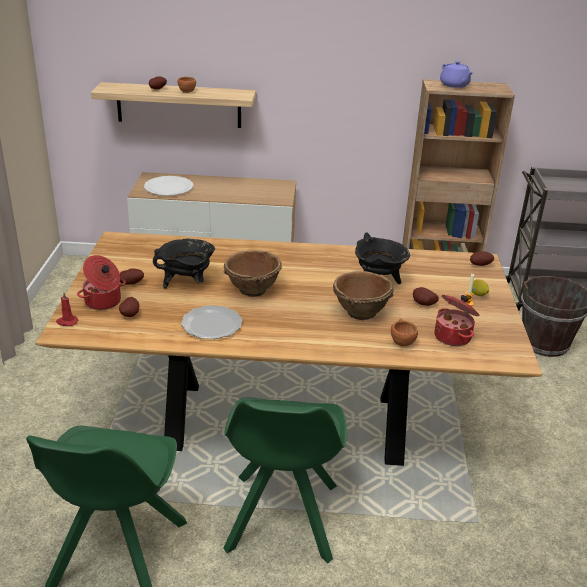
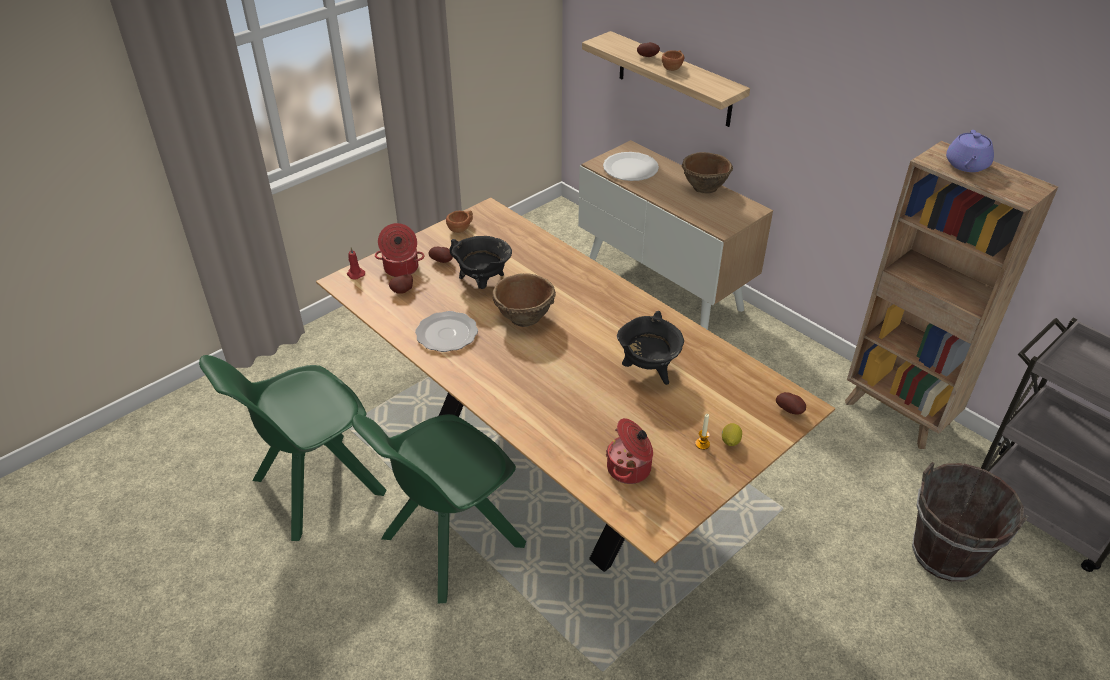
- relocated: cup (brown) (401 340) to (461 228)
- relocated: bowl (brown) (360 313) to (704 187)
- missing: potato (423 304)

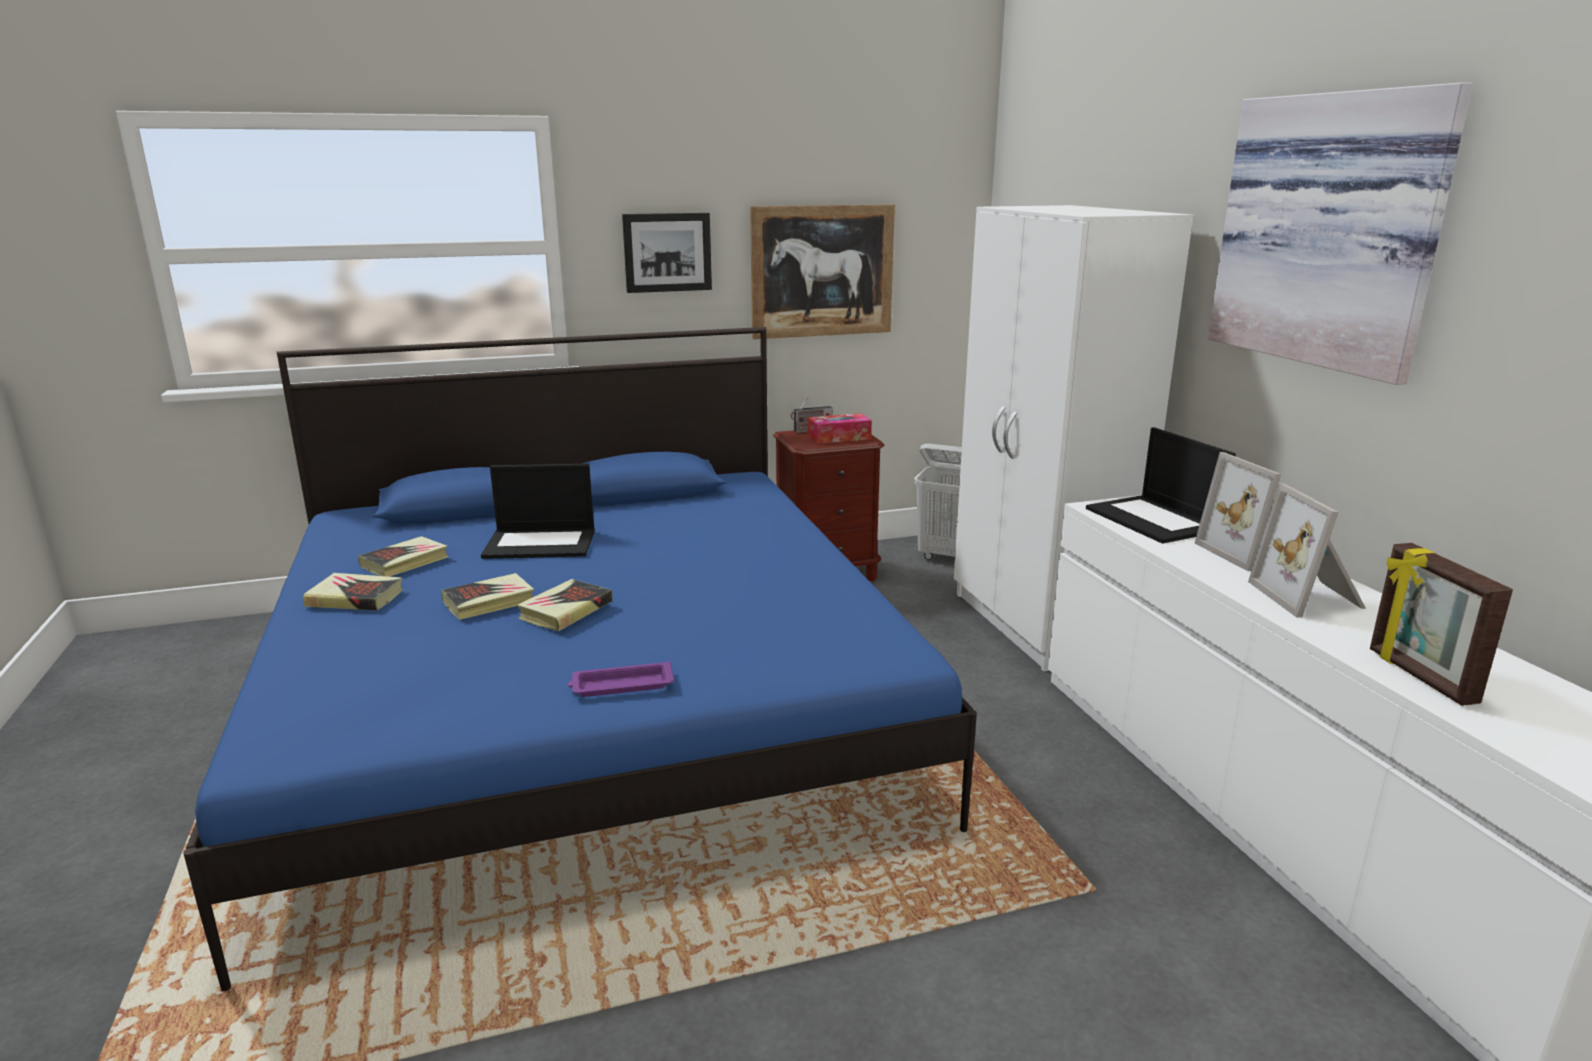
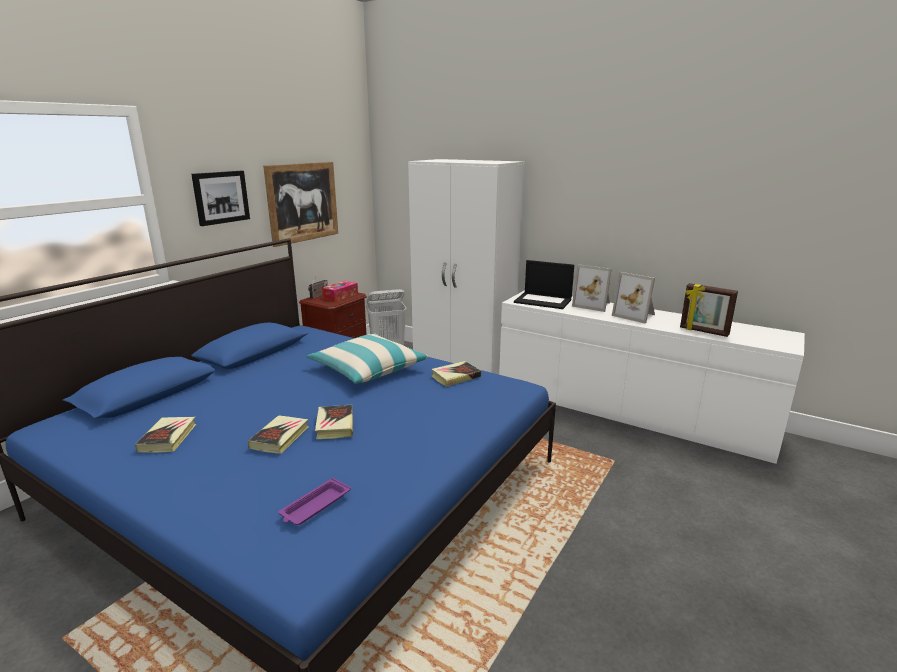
- relocated: tray (purple) (621 686) to (315 506)
- appeared: pillow (368 369)
- relocated: book (355 598) to (455 377)
- missing: laptop (541 543)
- missing: picture (1331 231)

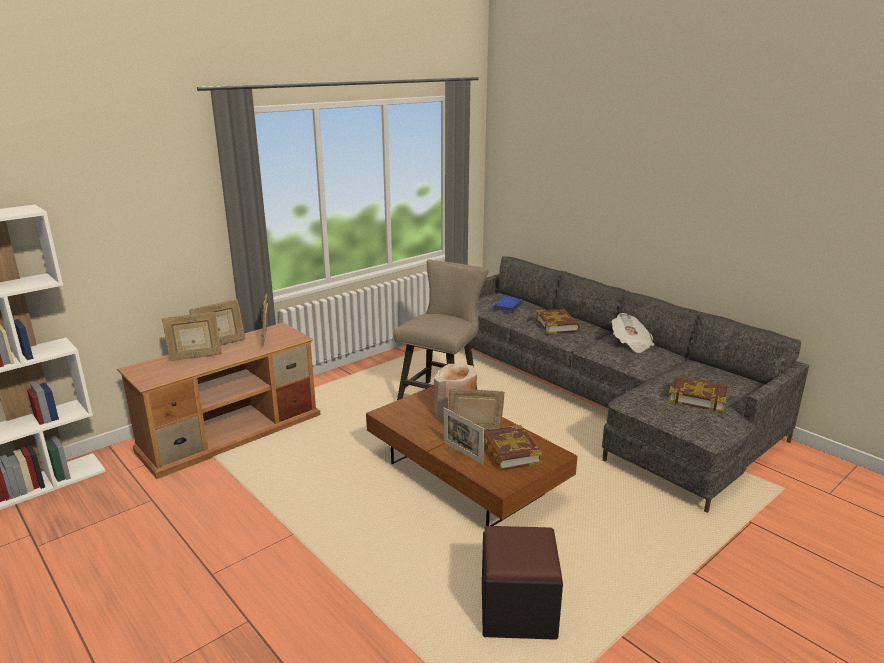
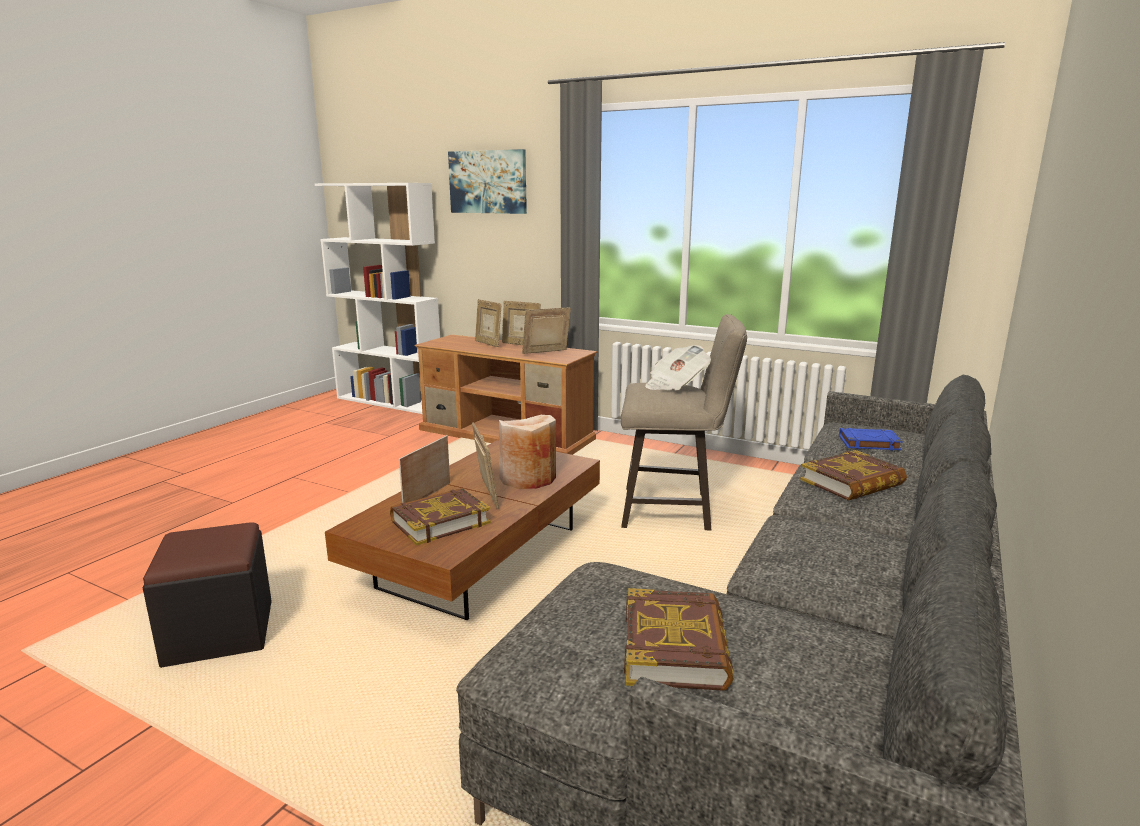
- appeared: picture (488 182)
- relocated: newspaper (631 344) to (675 385)

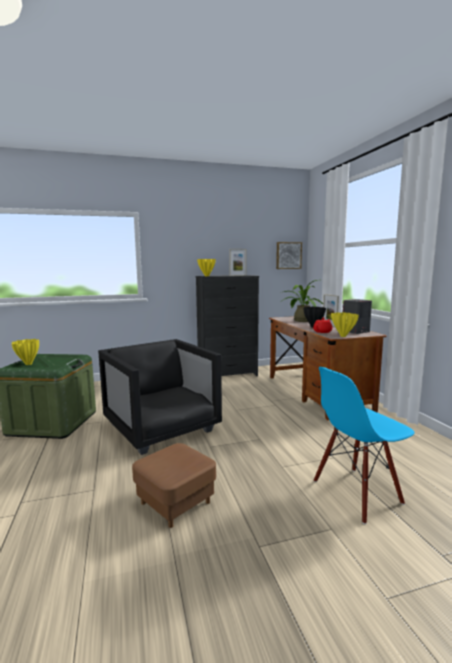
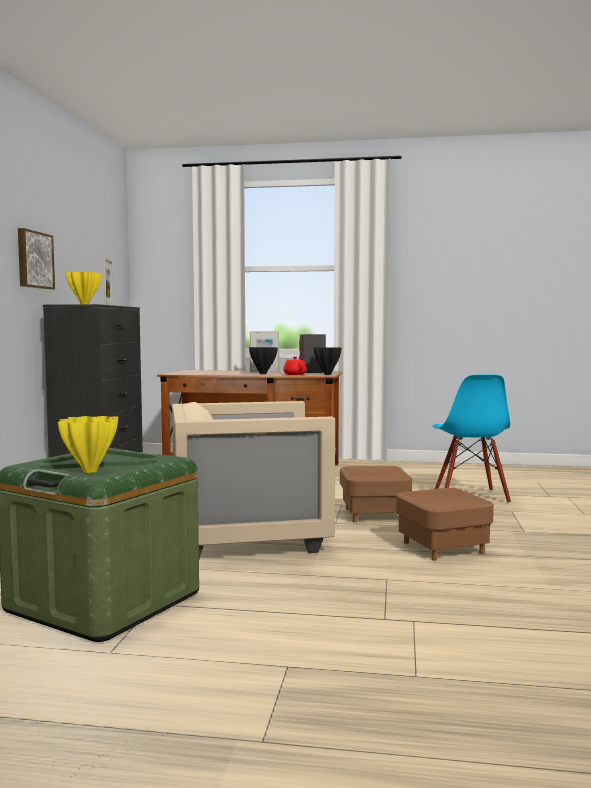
- relocated: picture (288 255) to (34 260)
- colour: armchair (black) (162 428) to armchair (beige) (249 536)
- colour: vase (yellow) (342 336) to vase (black) (327 374)
- appeared: ottoman (brown) (374 515)
- missing: potted plant (300 320)

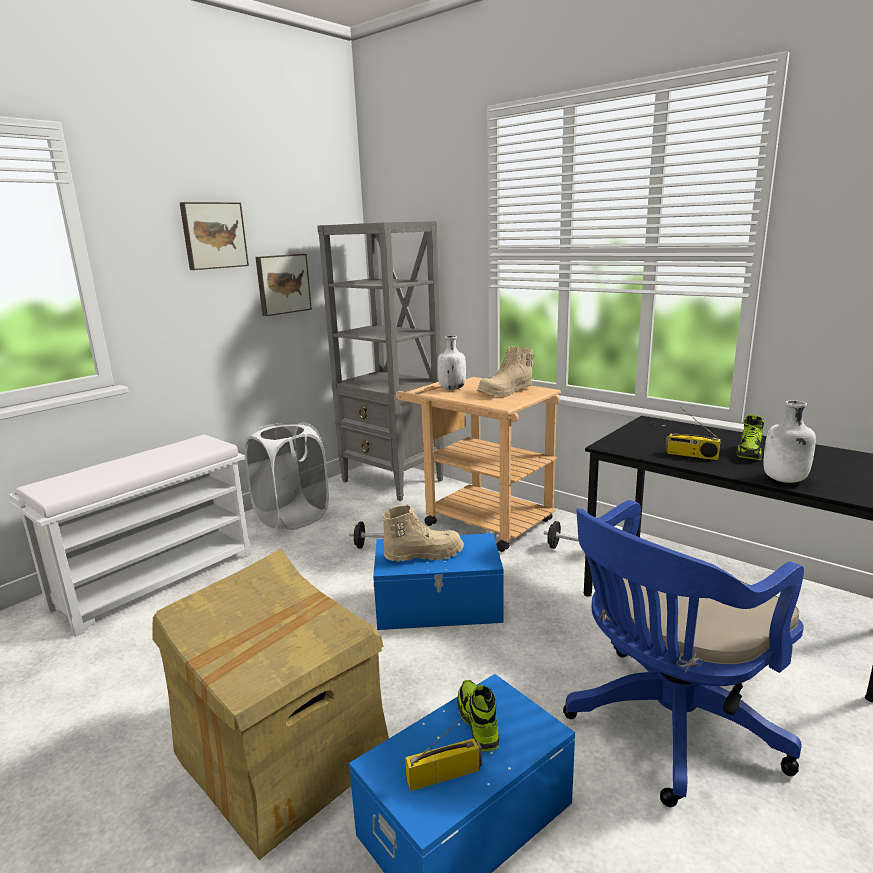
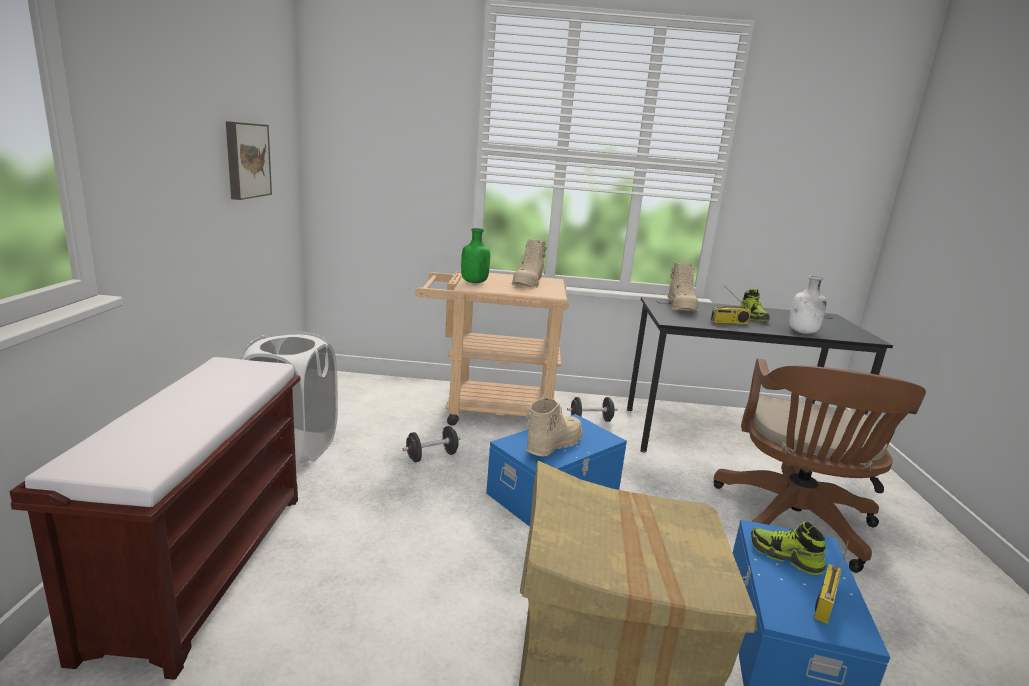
- colour: bench (white) (157 579) to bench (brown) (203 565)
- colour: bottle (white) (451 388) to bottle (green) (473 282)
- appeared: boot (beige) (681 306)
- colour: office chair (blue) (666 726) to office chair (brown) (794 524)
- missing: picture (213 235)
- missing: bookcase (grey) (393 481)

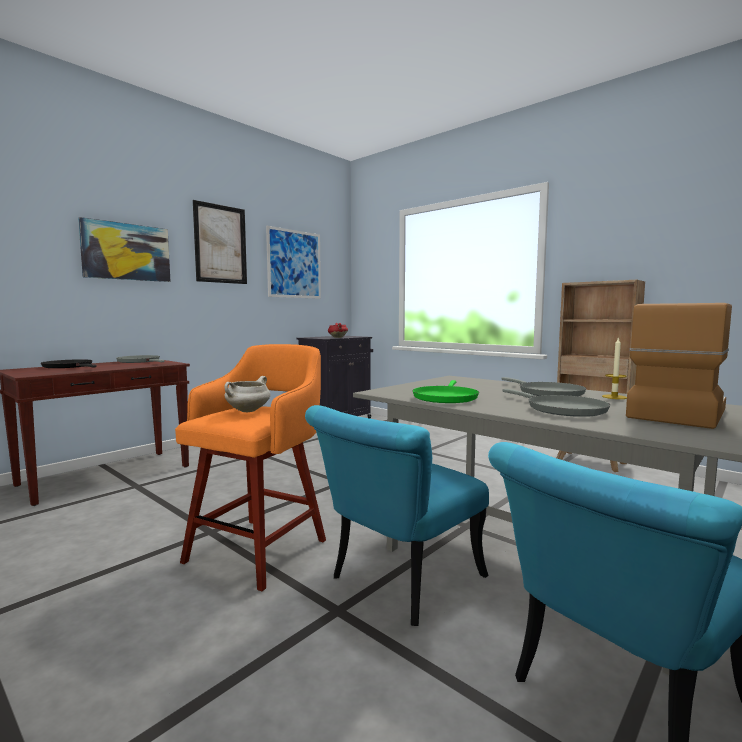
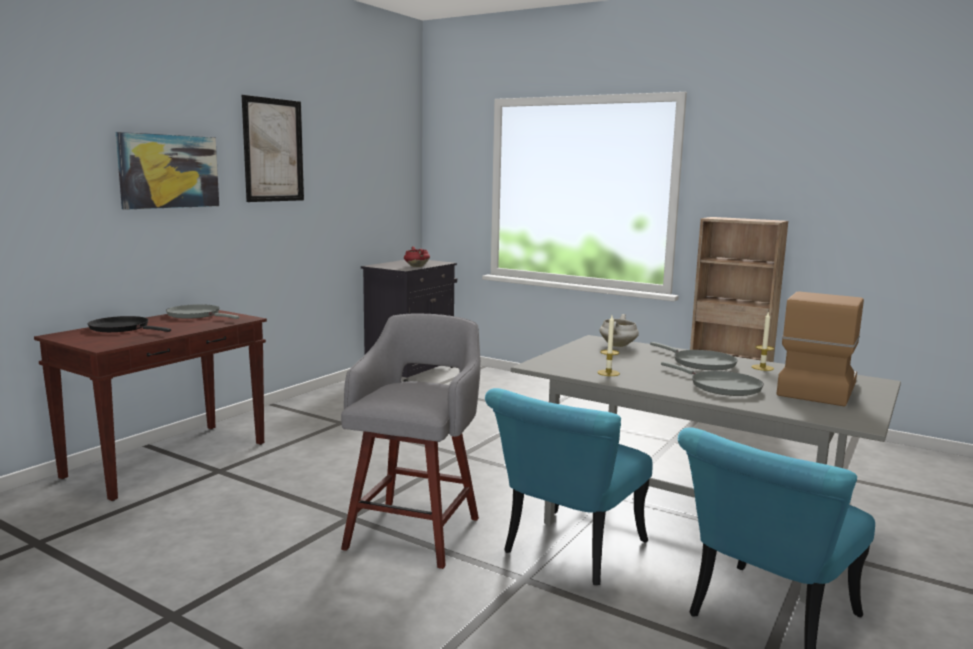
- colour: stool (orange) (260 549) to stool (grey) (415 531)
- exchanged: frying pan (green) (445 397) to candle (608 373)
- relocated: cooking pot (white) (248 411) to (618 345)
- missing: picture (294 264)

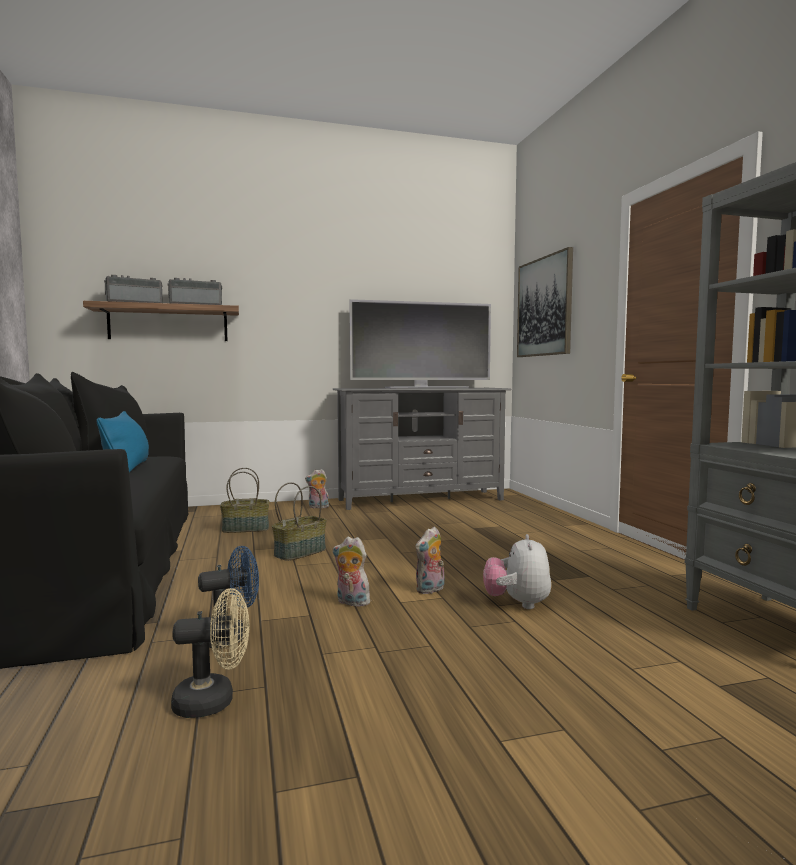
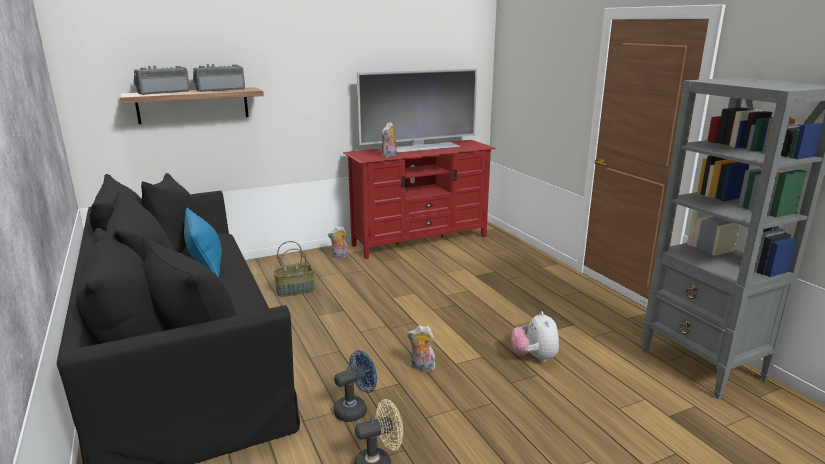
- colour: tv stand (grey) (421 499) to tv stand (red) (420 240)
- relocated: plush toy (430 590) to (389 156)
- missing: basket (300 552)
- missing: picture (544 307)

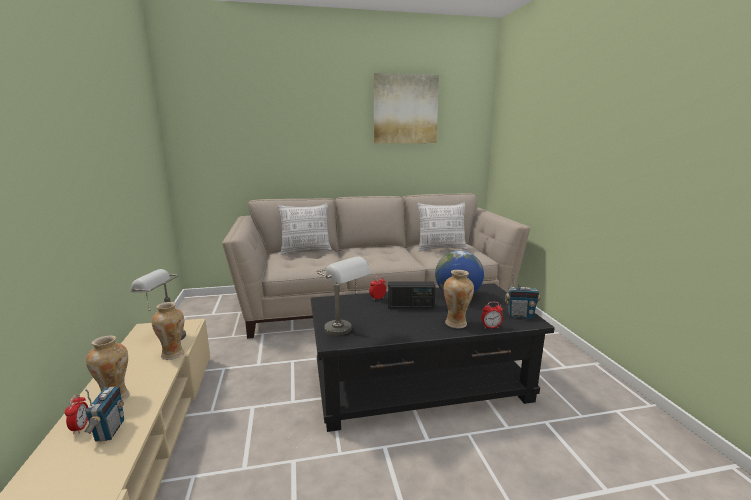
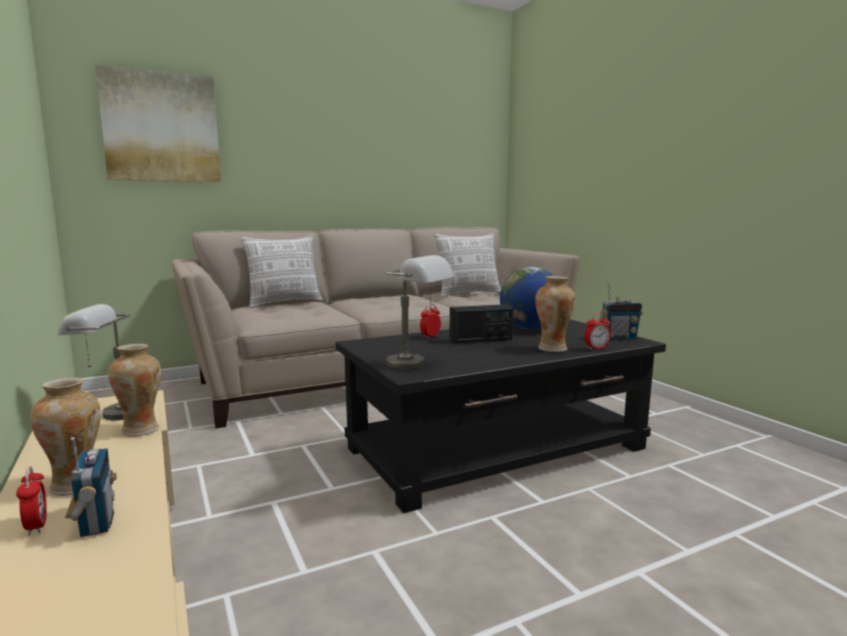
- relocated: picture (405 109) to (161 127)

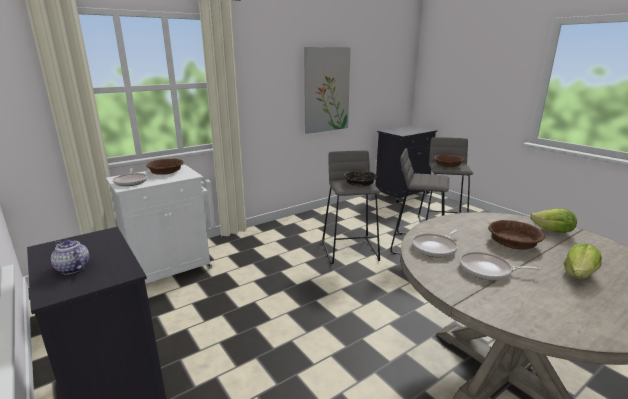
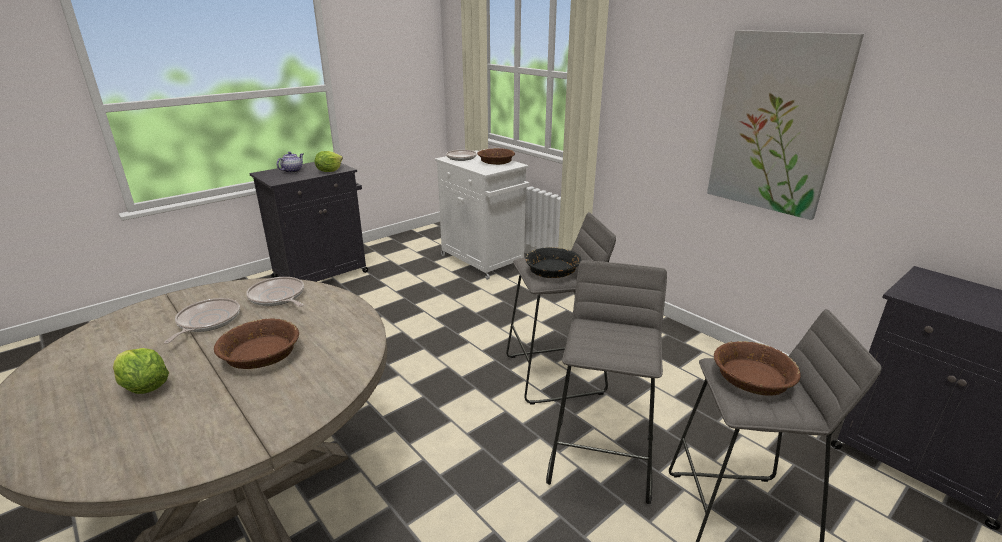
- relocated: lettuce (553 231) to (329 171)

